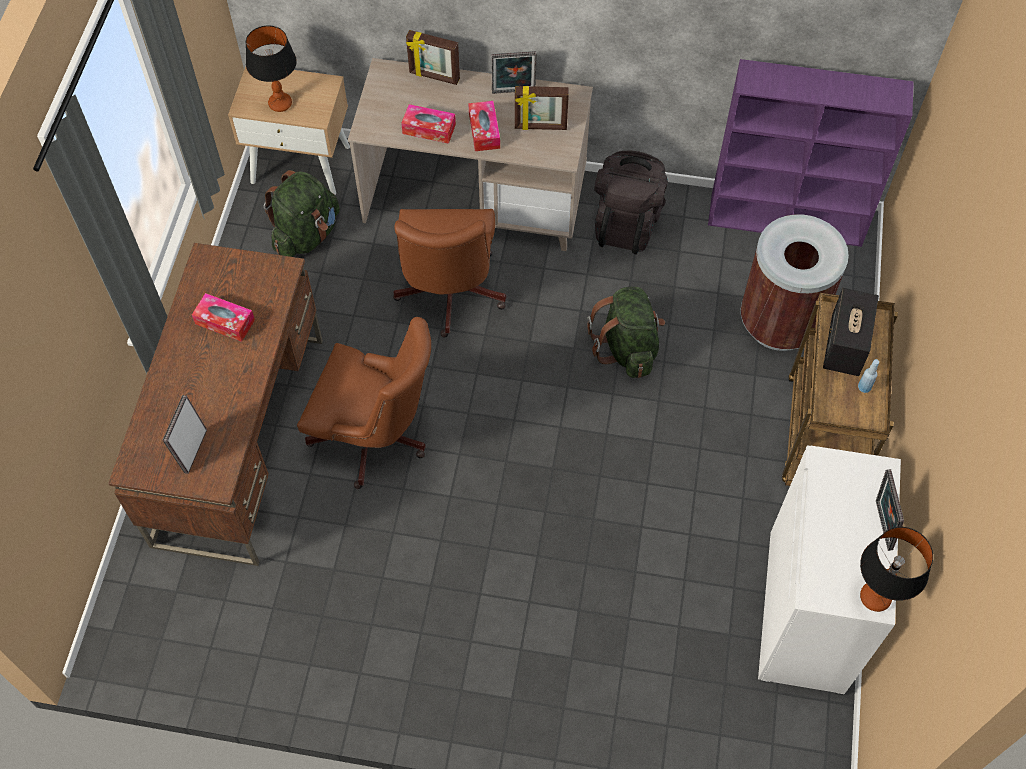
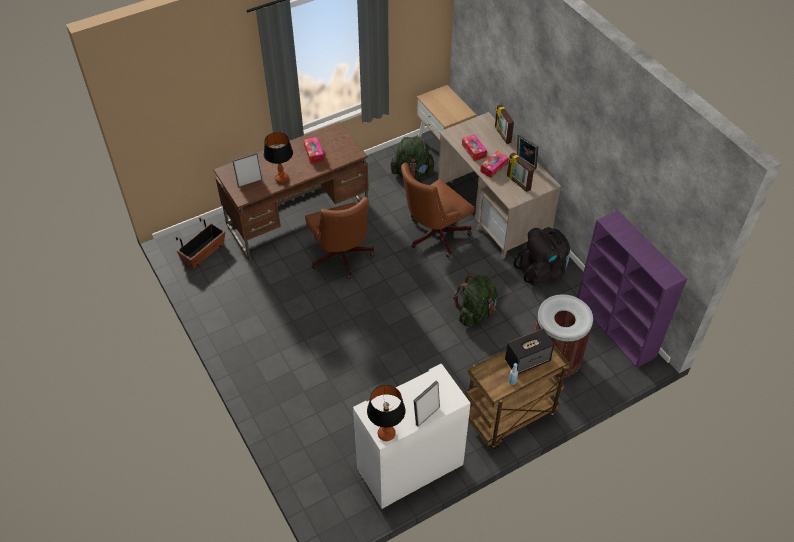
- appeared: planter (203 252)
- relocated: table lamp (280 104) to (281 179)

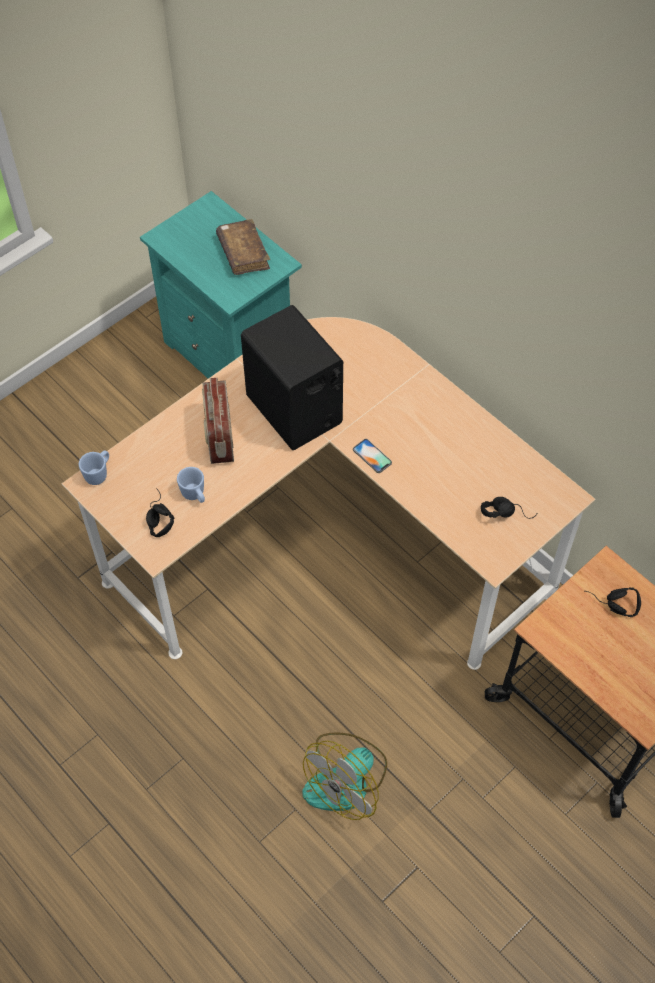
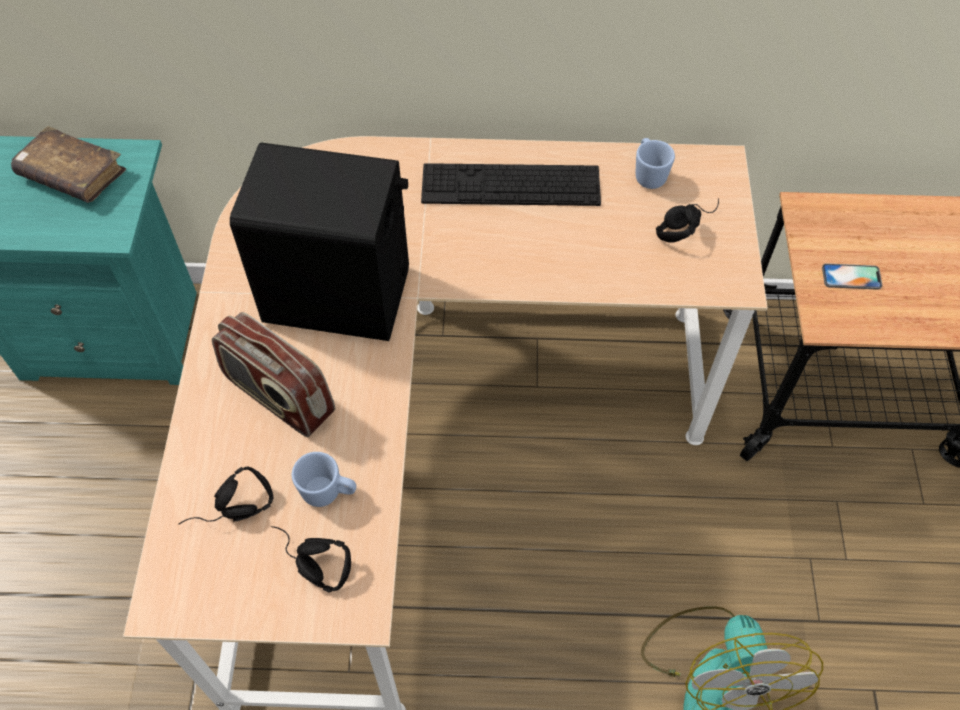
- relocated: headphones (black) (610 606) to (231 514)
- appeared: keyboard (510 185)
- relocated: mug (blue) (99 474) to (648 174)
- relocated: phone (372 456) to (851 277)

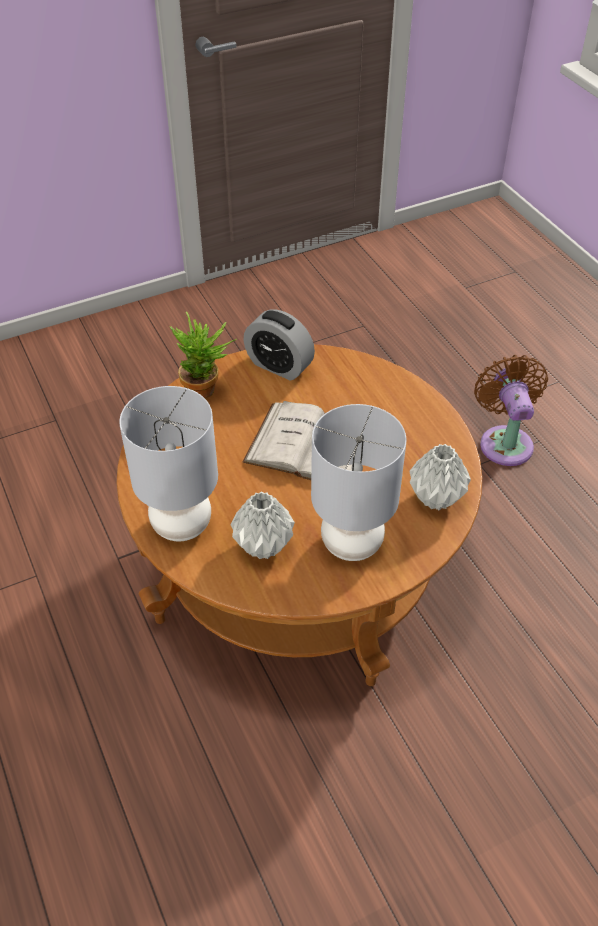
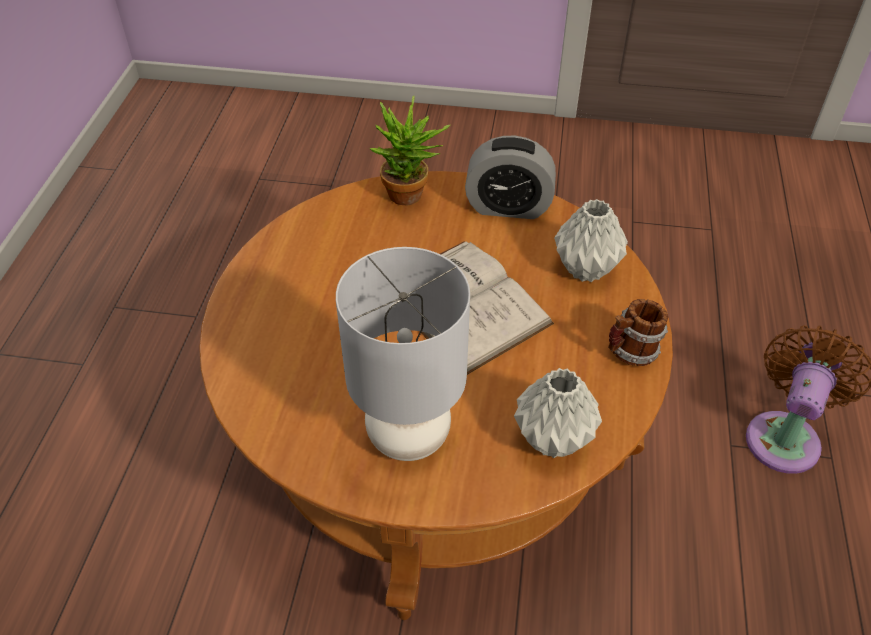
- spun: alarm clock (279 366) = (508 207) 60 degrees counterclockwise
- relocated: vase (grey) (263 547) to (585 270)
- appeared: mug (630 353)
- missing: table lamp (grey) (182 524)

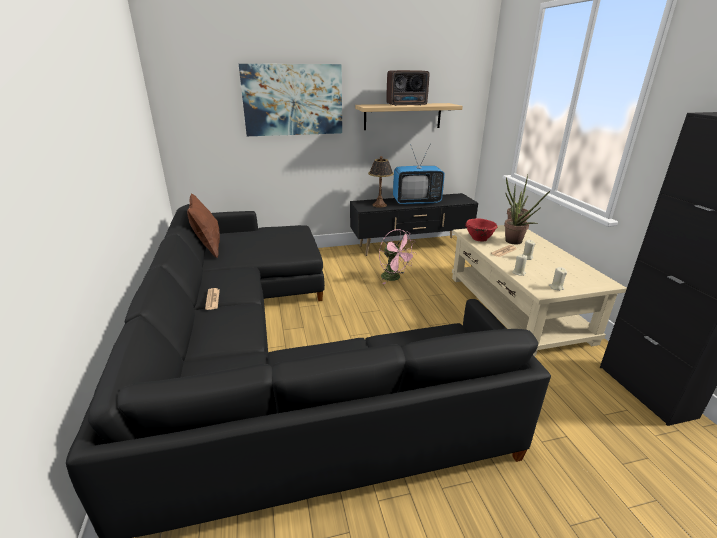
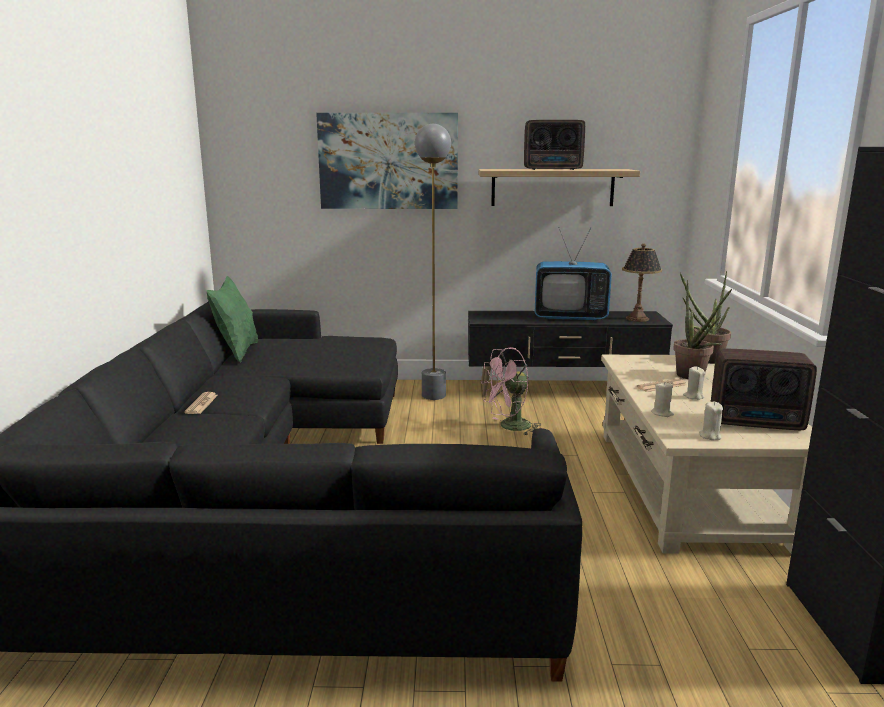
- colour: pillow (brown) (208 248) to pillow (green) (237 352)
- appeared: floor lamp (grey) (434 396)
- spun: fan (pink) (394 278) = (509 427) 90 degrees clockwise
- relocated: table lamp (379 205) to (637 319)
- appeared: radio (758 423)
- missing: bowl (red) (479 238)

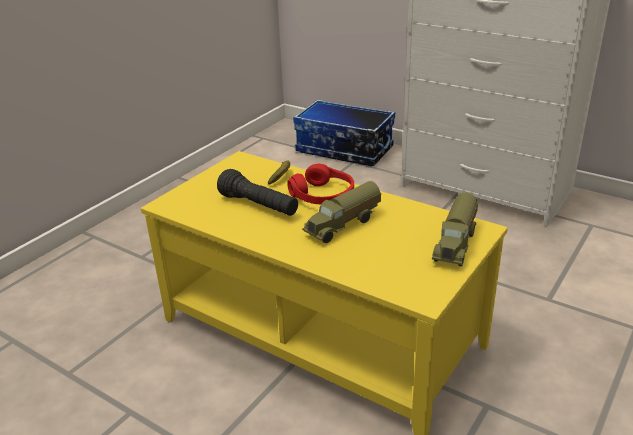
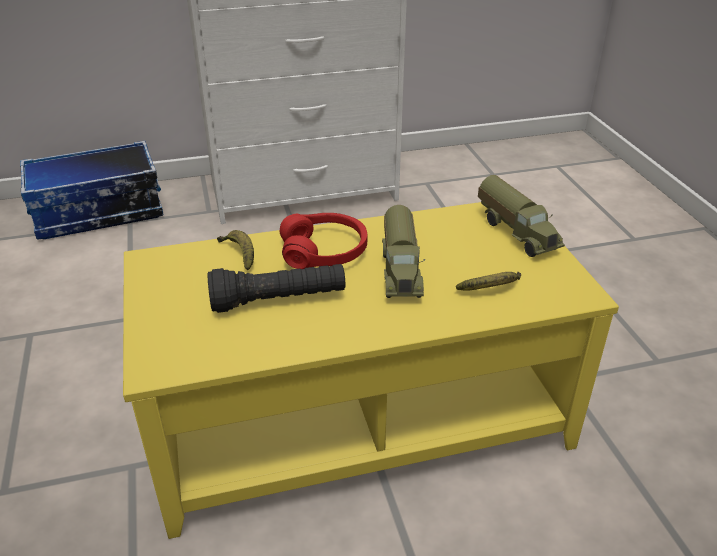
- appeared: banana (492 289)

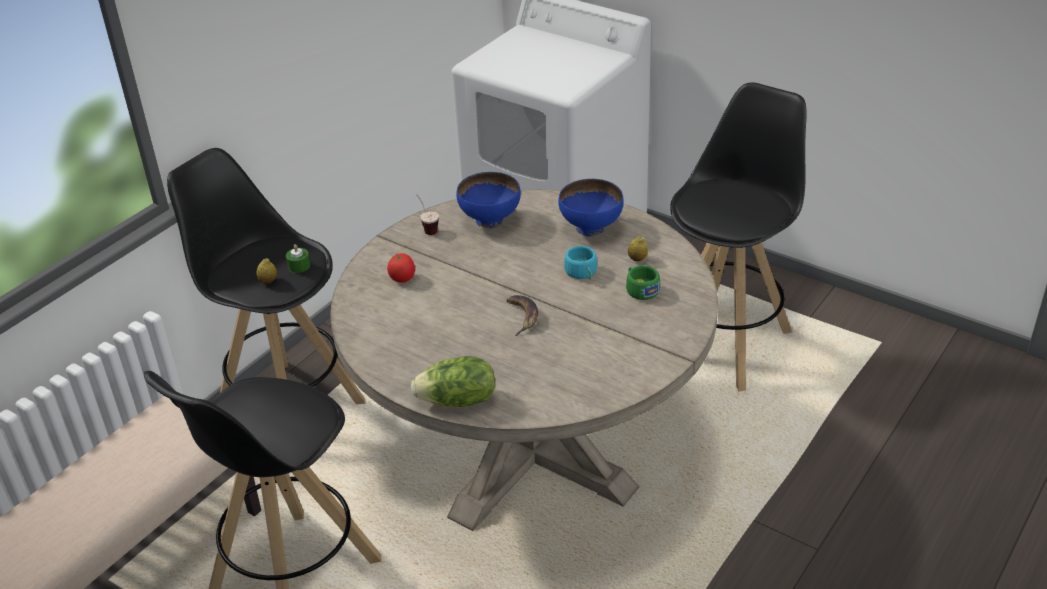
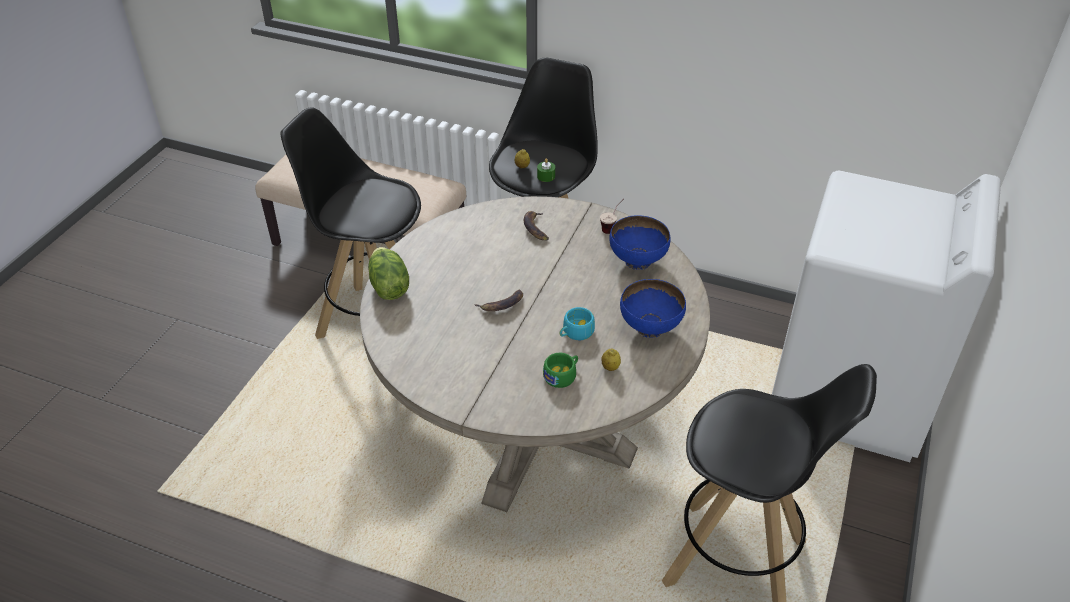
- exchanged: tomato (402 278) to banana (535 228)

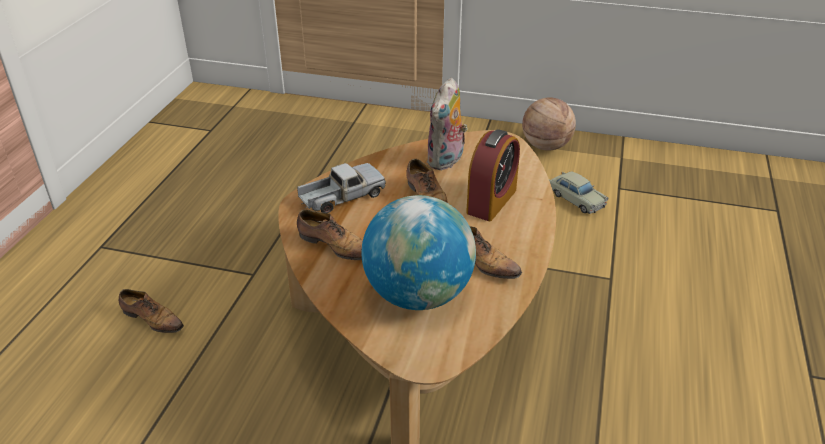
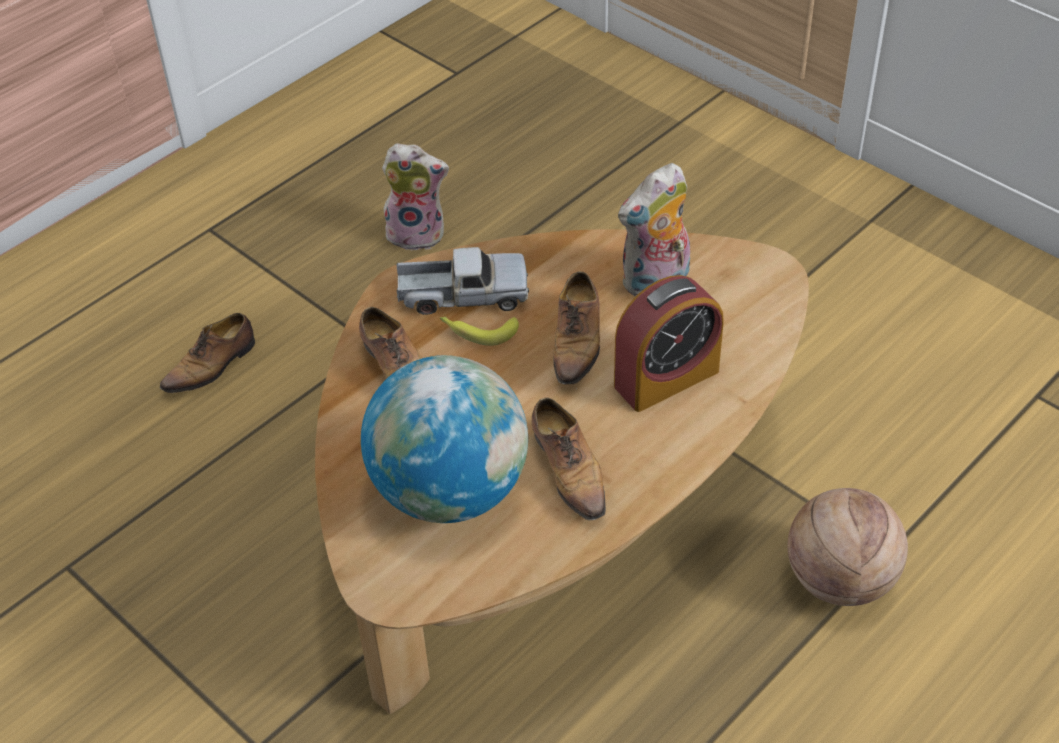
- spun: shoe (152 319) = (212 366) 75 degrees clockwise
- appeared: plush toy (418 233)
- appeared: banana (478 331)
- relocated: basketball (546 146) to (840 580)
- missing: toy car (beige) (575 199)

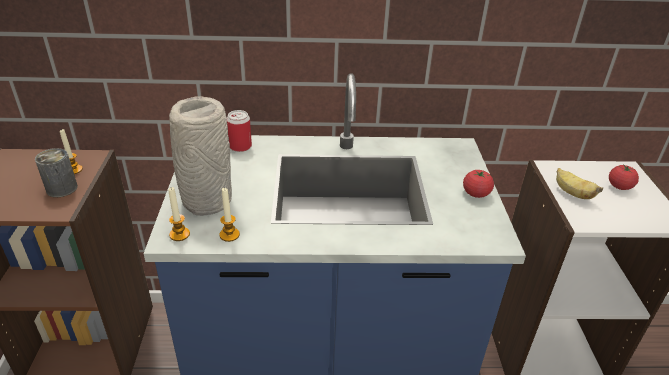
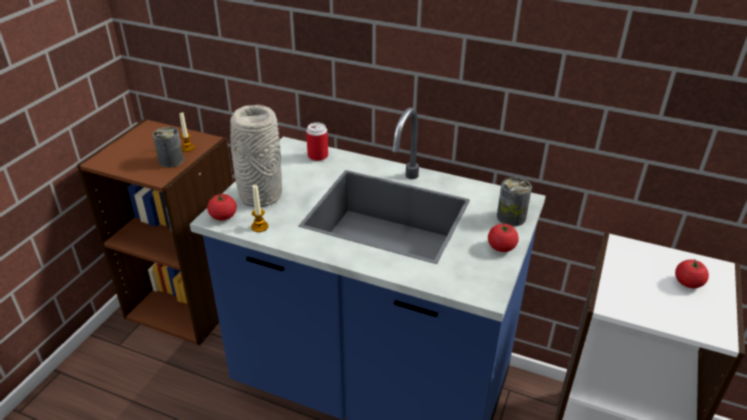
- exchanged: candle (179 234) to tomato (223 216)
- appeared: can (511 217)
- missing: banana (571 193)

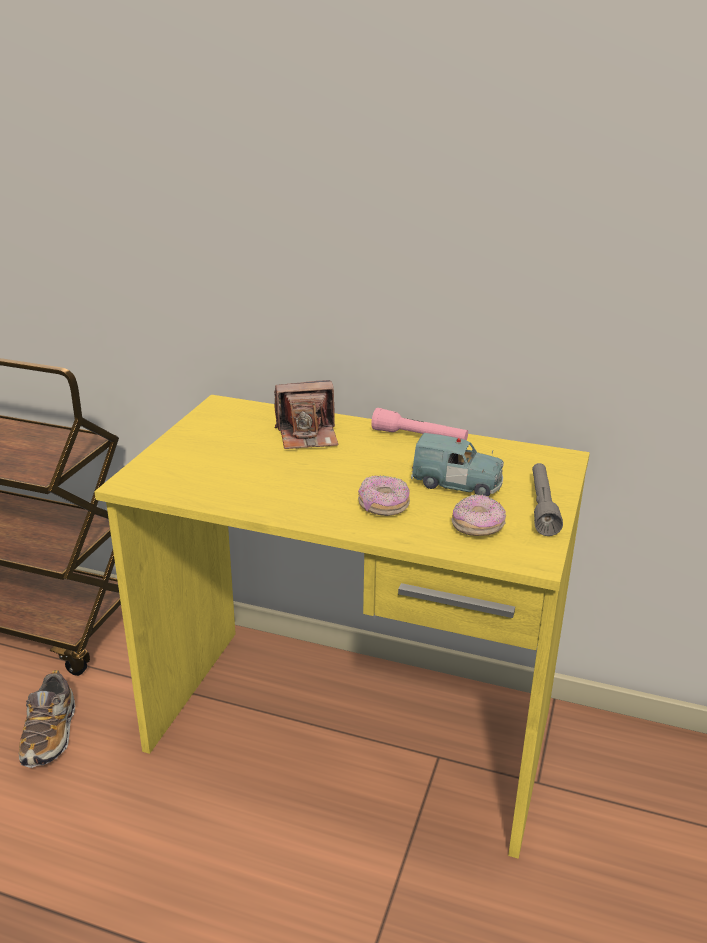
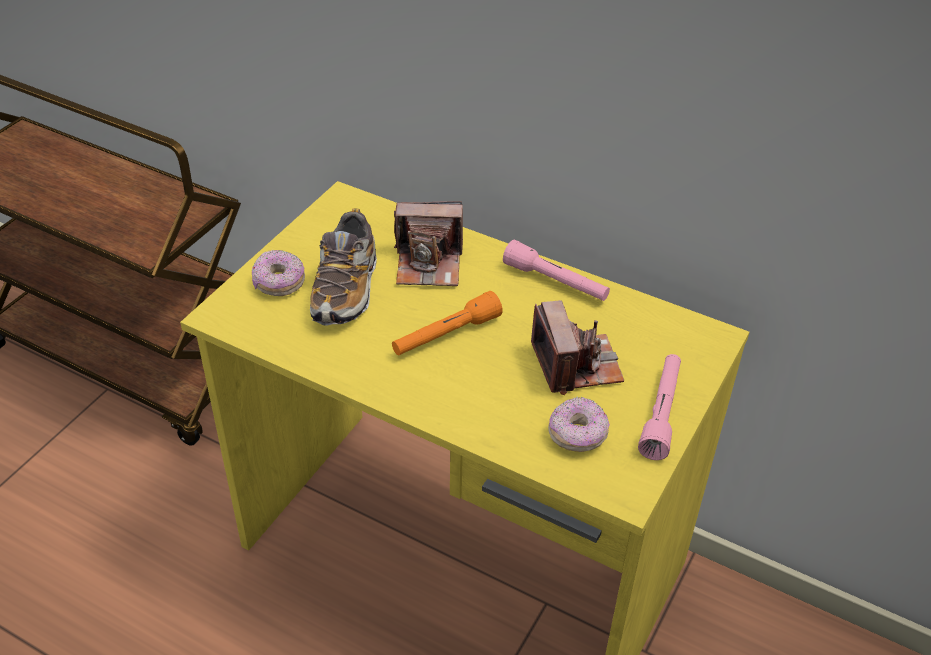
- relocated: donut (383 506) to (279 283)
- relocated: shoe (50 734) to (346 289)
- appeared: flashlight (orange) (446 335)
- exchanged: toy car (blue) (457 484) to photo camera (576 365)
- colour: flashlight (grey) (542 506) to flashlight (pink) (661 413)

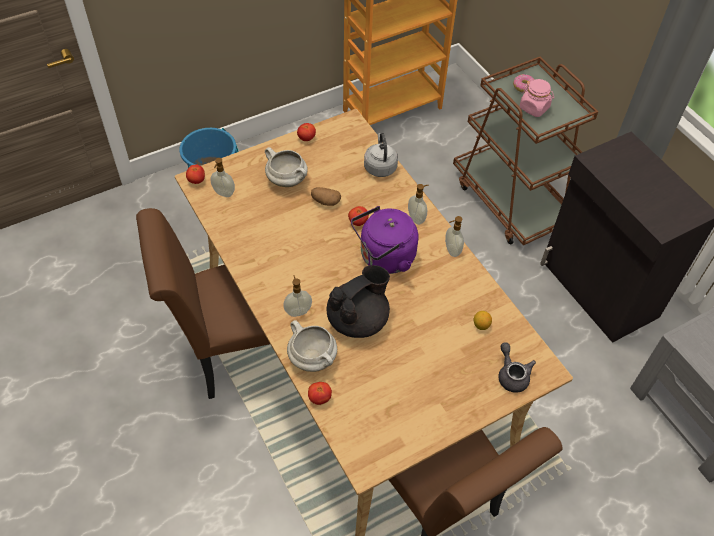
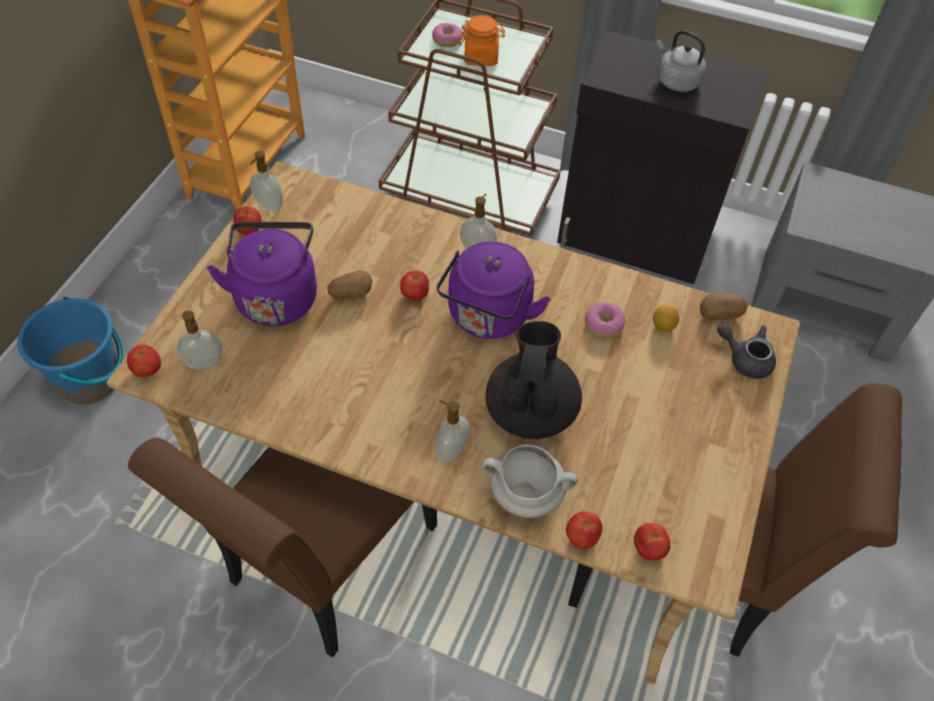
- exchanged: cooking pot (white) (288 180) to kettle (purple) (276 296)
- relocated: soap dispenser (451 250) to (268 206)
- colour: jar (pink) (534 108) to jar (orange) (481 57)
- appeared: donut (603 324)
- appeared: tomato (648 549)
- relocated: kettle (grey) (380 166) to (675 81)
- appeared: potato (720 315)

